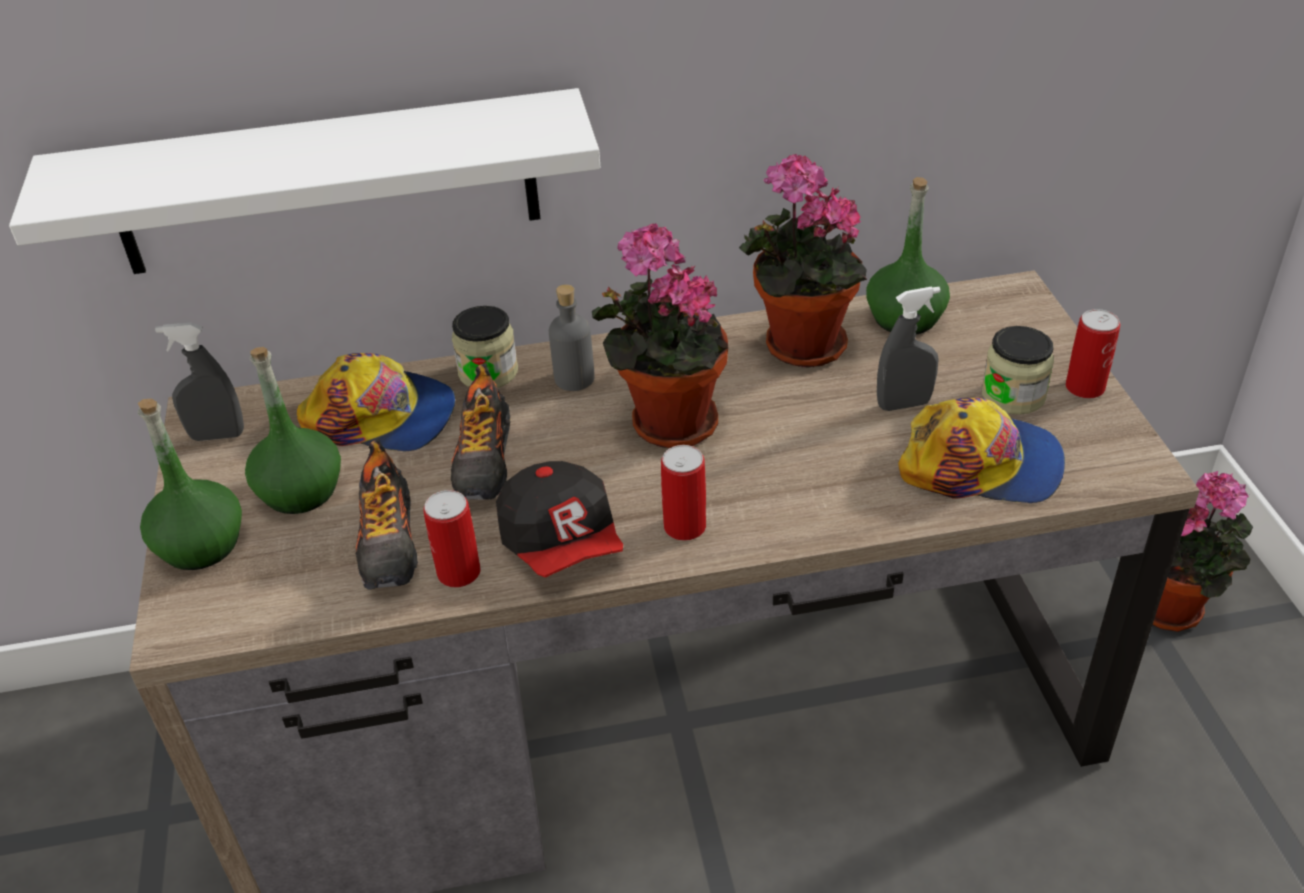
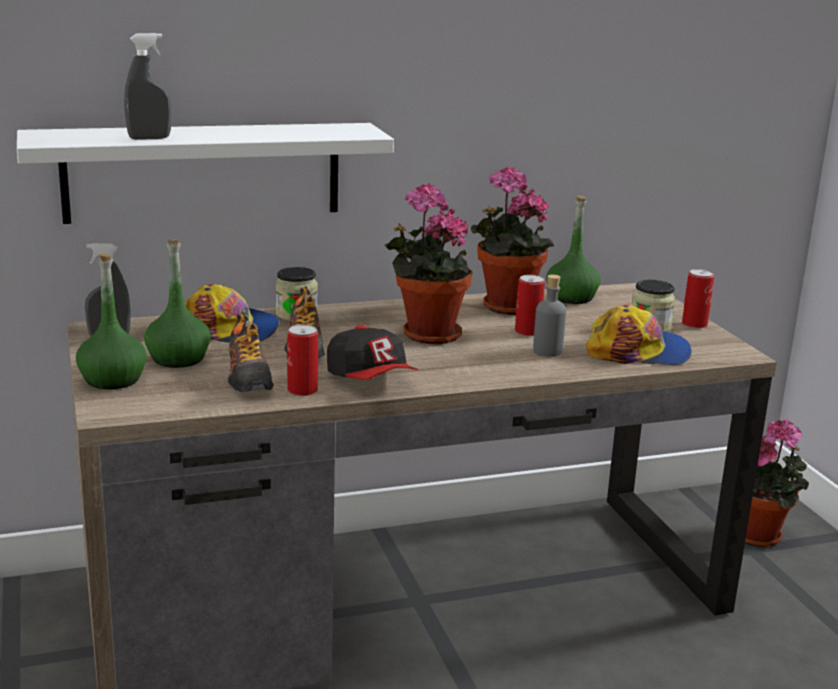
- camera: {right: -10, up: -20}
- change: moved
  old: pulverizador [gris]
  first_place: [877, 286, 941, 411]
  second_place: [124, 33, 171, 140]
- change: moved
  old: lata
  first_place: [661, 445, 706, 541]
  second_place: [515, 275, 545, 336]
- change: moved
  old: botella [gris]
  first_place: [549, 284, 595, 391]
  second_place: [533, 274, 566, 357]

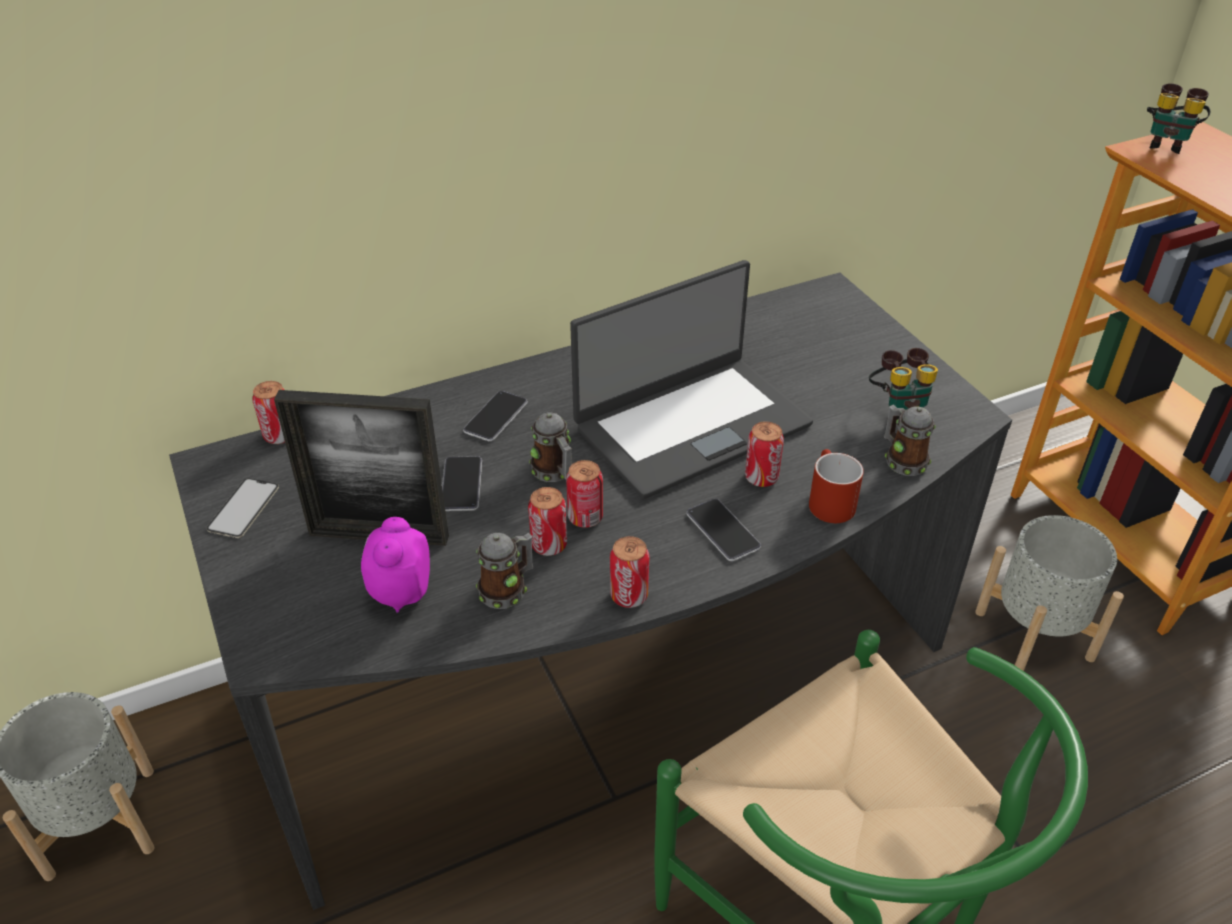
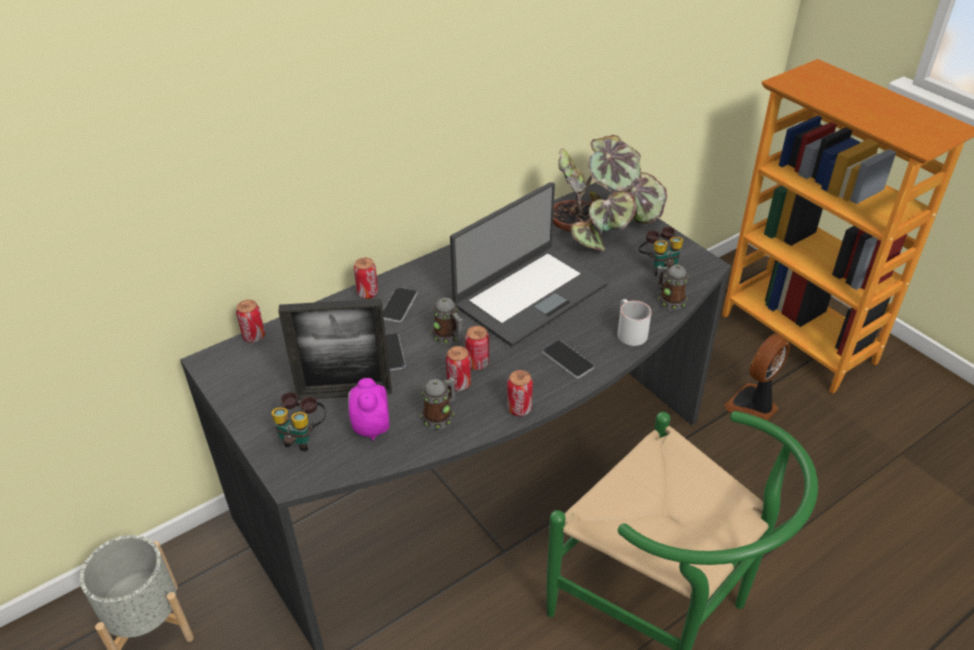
- camera: {right: -10, up: 0}
- change: moved
  old: prismáticos
  first_place: [1147, 83, 1210, 154]
  second_place: [271, 392, 326, 451]
- change: moved
  old: lata
  first_place: [745, 421, 784, 487]
  second_place: [354, 258, 378, 299]
- change: added
  new: planta en maceta
  second_place: [553, 135, 667, 251]
- change: recoloured
  old: taza grande [rojo]
  new: taza grande [blanco]
  first_place: [809, 449, 864, 523]
  second_place: [617, 299, 652, 346]
- change: replaced
  old: maceta [gris]
  new: ventilador
  first_place: [975, 515, 1124, 671]
  second_place: [724, 334, 790, 420]
- change: removed
  old: móvil
  first_place: [206, 478, 279, 538]

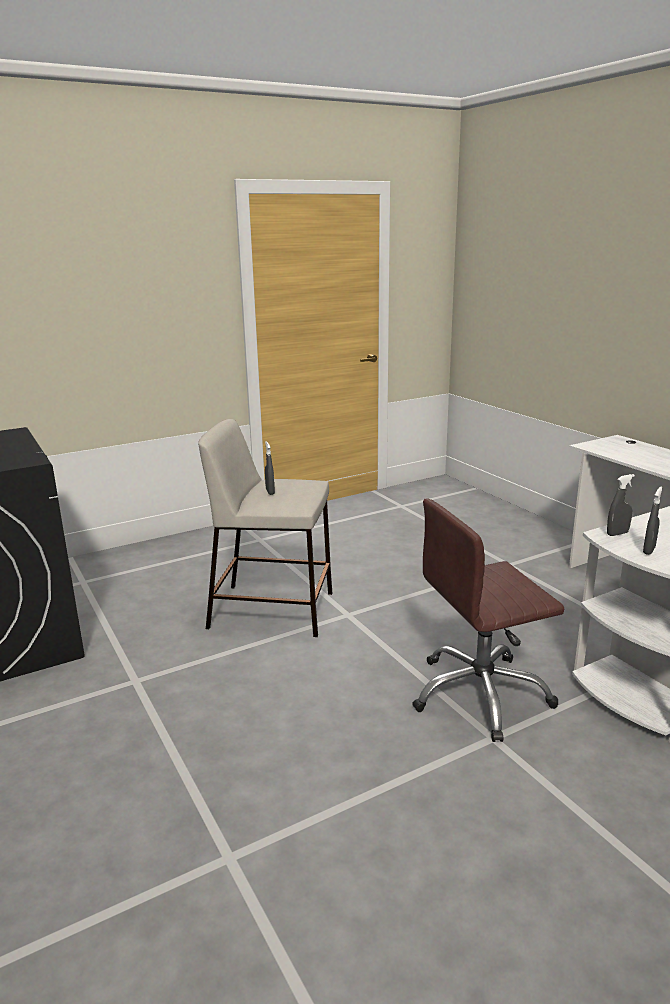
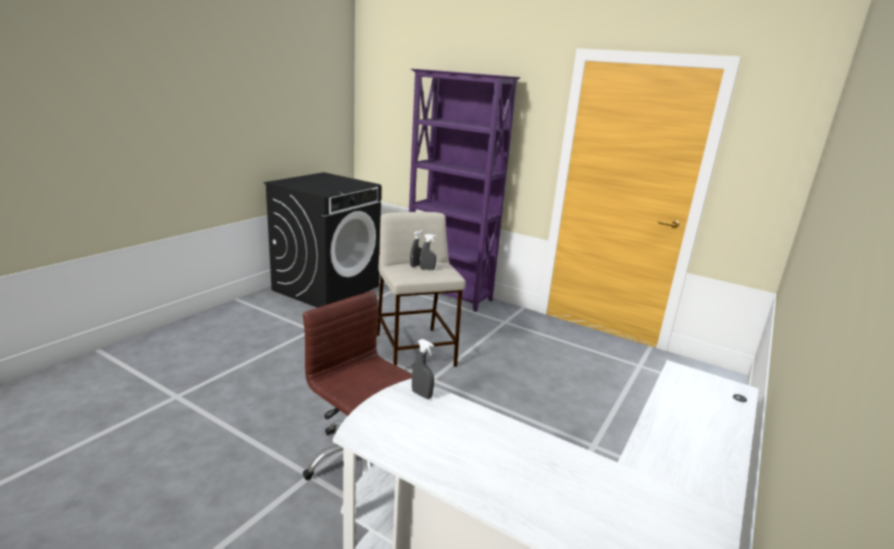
- camera: {right: 60, up: 0}
- change: added
  new: estantería [morado]
  second_place: [409, 69, 521, 312]
- change: moved
  old: pulverizador [gris]
  first_place: [643, 486, 662, 555]
  second_place: [420, 234, 436, 270]

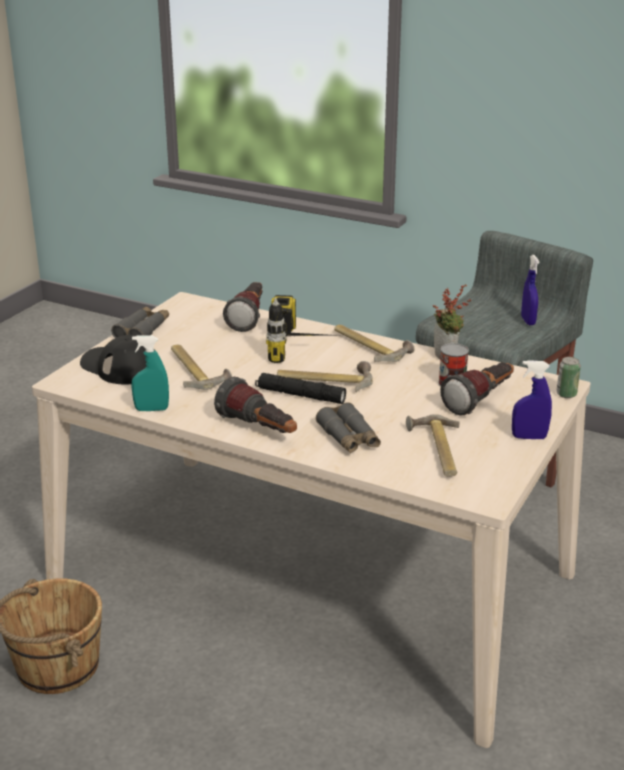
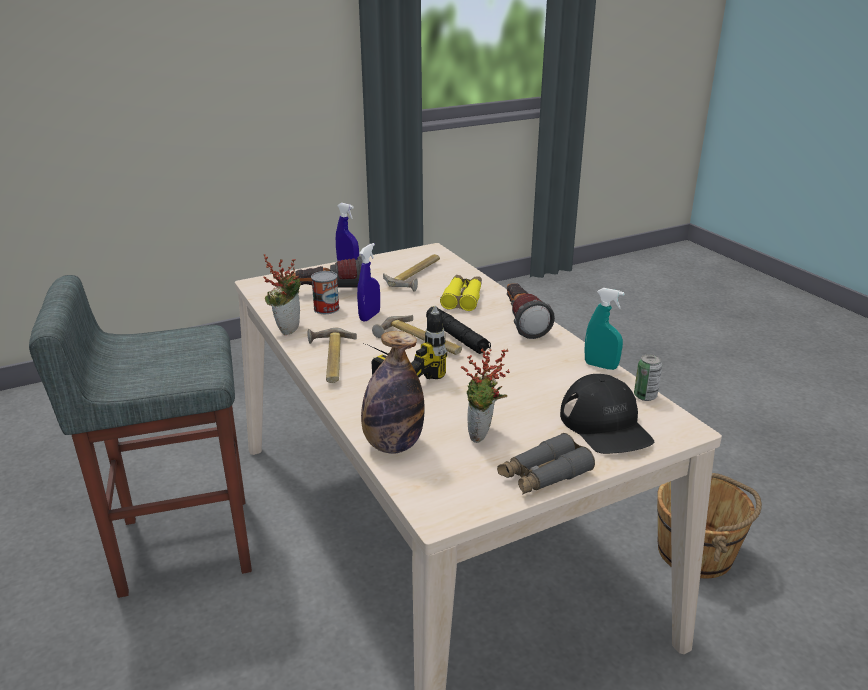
- camera: {right: -145, up: 0}
- change: moved
  old: pulverizador [azul]
  first_place: [521, 255, 540, 325]
  second_place: [357, 243, 380, 322]
- change: replaced
  old: linterna
  new: botella
  first_place: [223, 282, 263, 332]
  second_place: [361, 331, 425, 454]
- change: recoloured
  old: prismáticos [gris]
  new: prismáticos [amarillo]
  first_place: [316, 402, 381, 453]
  second_place: [440, 275, 482, 311]
- change: added
  new: planta en maceta
  second_place: [461, 348, 510, 443]
- change: moved
  old: lata
  first_place: [556, 357, 581, 398]
  second_place: [634, 354, 662, 401]
- change: removed
  old: martillo
  first_place: [171, 344, 232, 390]

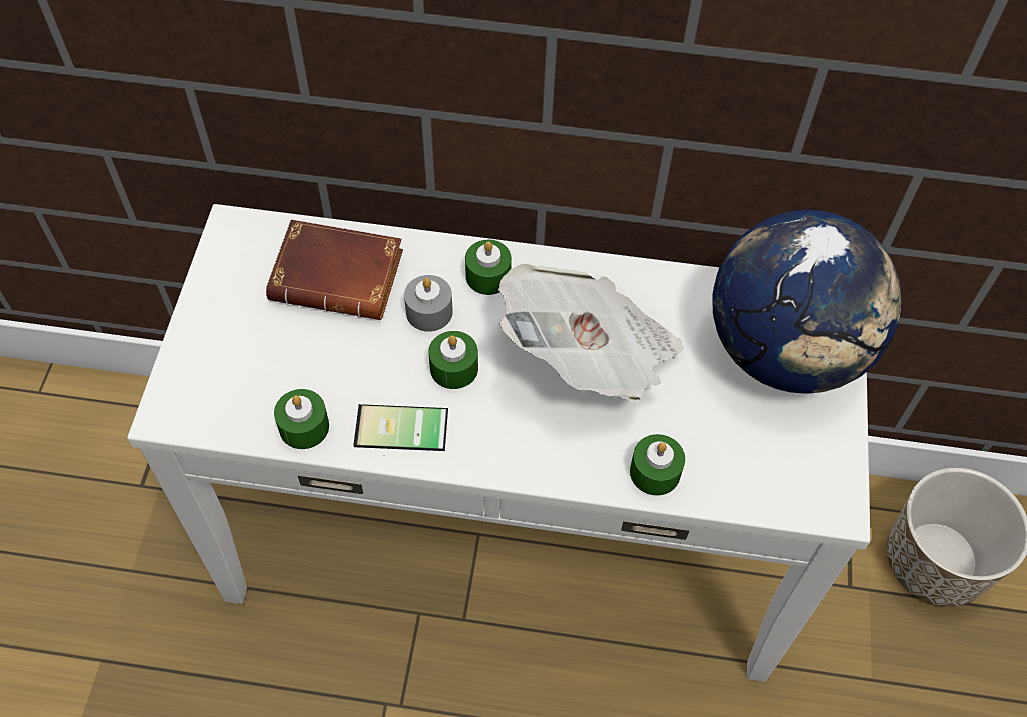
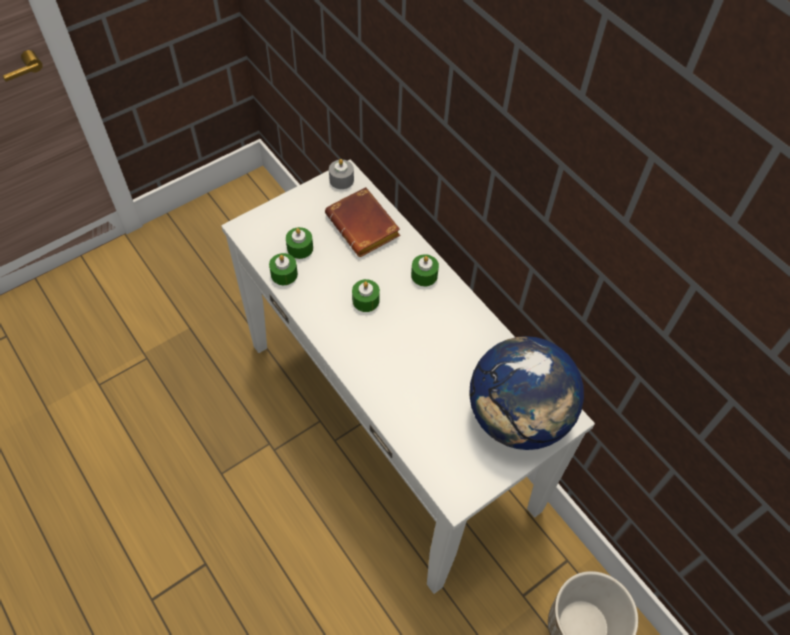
- camera: {right: 45, up: 0}
- change: moved
  old: vela [verde]
  first_place: [630, 434, 685, 496]
  second_place: [286, 227, 313, 259]
- change: moved
  old: vela [gris]
  first_place: [404, 275, 453, 332]
  second_place: [329, 159, 354, 189]
- change: removed
  old: móvil
  first_place: [353, 404, 448, 451]
- change: removed
  old: periódico
  first_place: [498, 264, 684, 401]

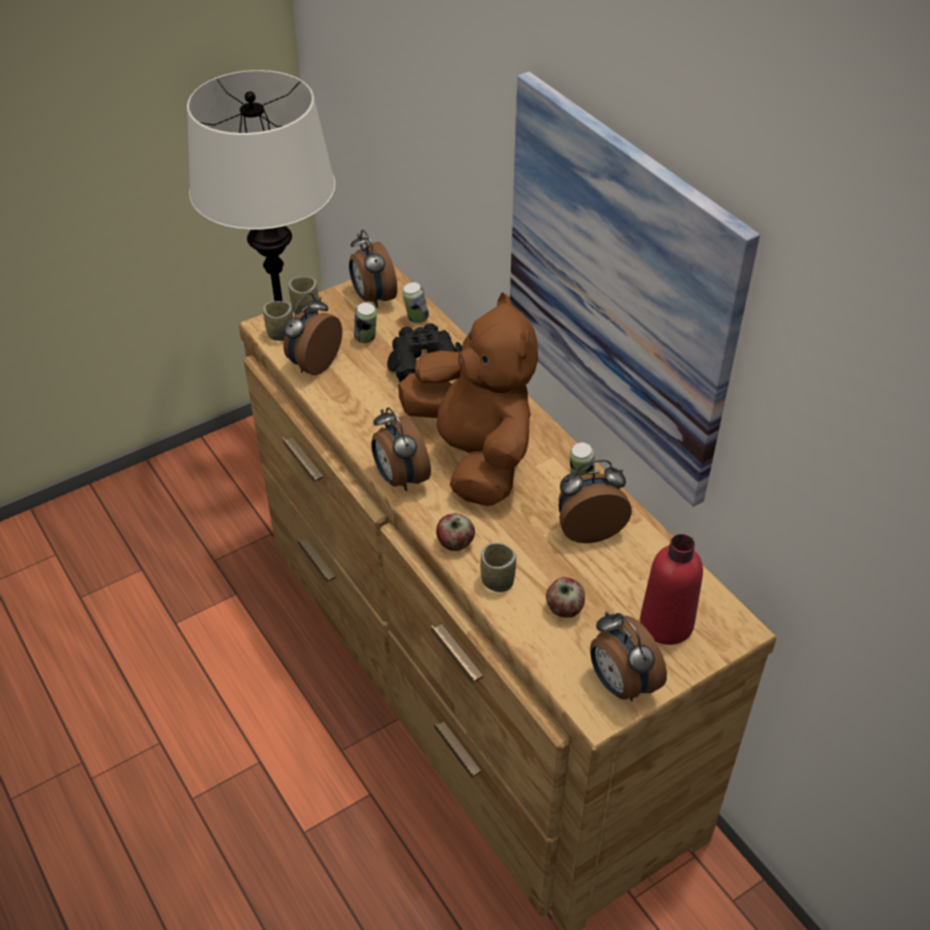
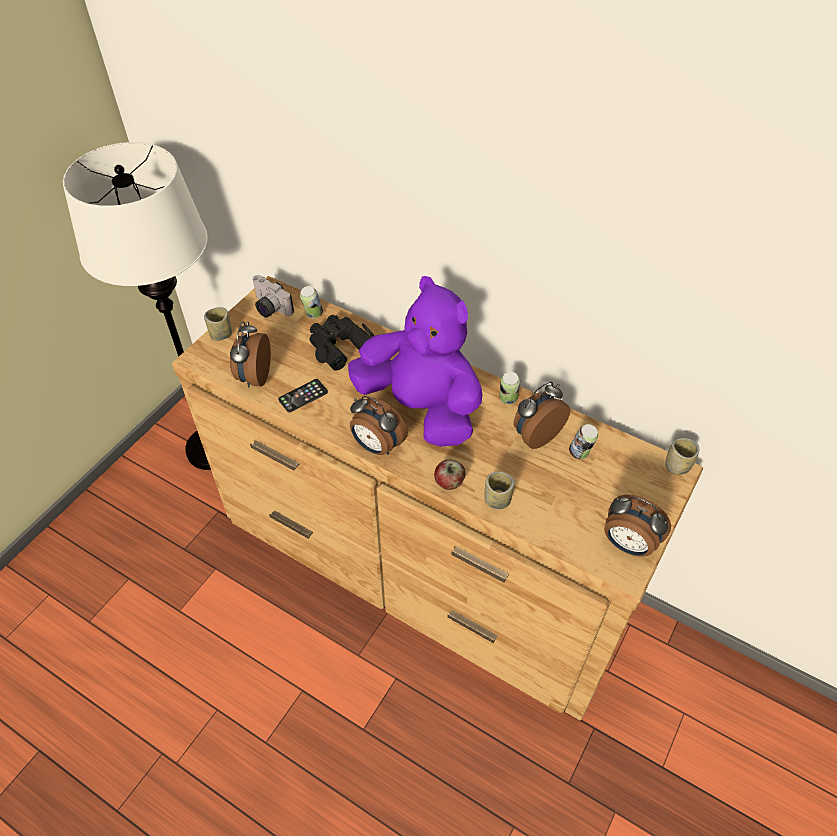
- camera: {right: -25, up: 5}
- change: replaced
  old: despertador
  new: cámara
  first_place: [349, 230, 397, 308]
  second_place: [252, 275, 294, 318]
- change: added
  new: móvil
  second_place: [278, 379, 328, 413]
- change: recoloured
  old: peluche [marrón]
  new: peluche [morado]
  first_place: [398, 292, 538, 506]
  second_place: [348, 276, 482, 447]
- change: moved
  old: lata
  first_place: [354, 302, 377, 343]
  second_place: [569, 424, 598, 459]
- change: moved
  old: taza
  first_place: [263, 301, 293, 341]
  second_place: [665, 438, 699, 475]
- change: removed
  old: cuadro
  first_place: [510, 72, 760, 507]
- change: removed
  old: manzana
  first_place: [546, 577, 585, 618]
- change: removed
  old: botella [rojo]
  first_place: [640, 534, 703, 645]

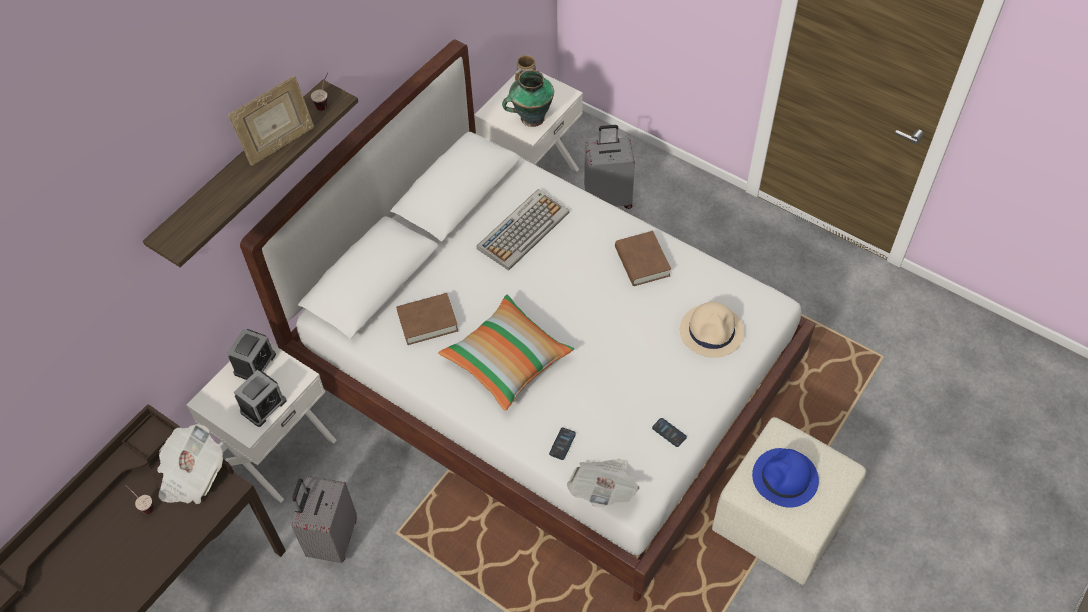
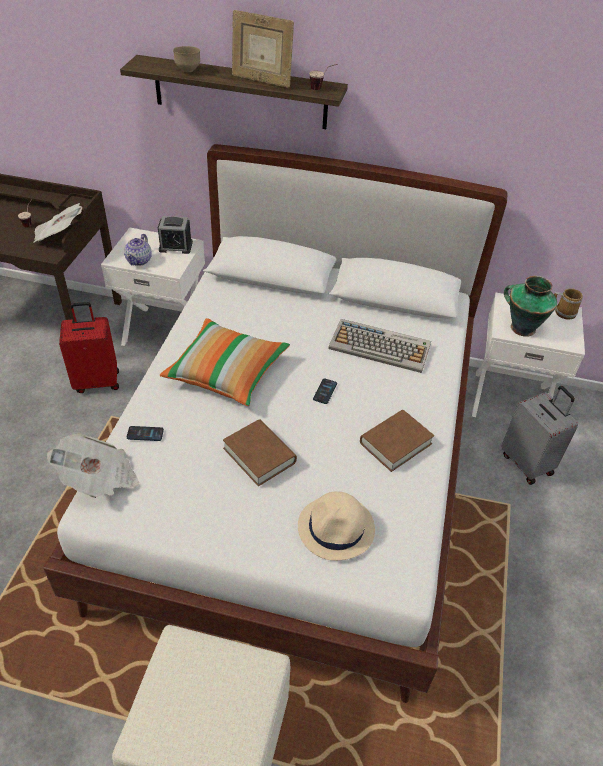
- camera: {right: 65, up: -10}
- change: recoloured
  old: maleta [gris]
  new: maleta [rojo]
  first_place: [291, 476, 357, 563]
  second_place: [59, 302, 119, 393]
- change: replaced
  old: despertador
  new: tetera
  first_place: [234, 370, 287, 427]
  second_place: [124, 234, 152, 266]
- change: added
  new: cuenco [marrón]
  second_place: [173, 46, 200, 72]
- change: moved
  old: libro [marrón]
  first_place: [396, 293, 458, 345]
  second_place: [223, 419, 297, 486]
- change: moved
  old: móvil
  first_place: [652, 418, 687, 447]
  second_place: [313, 379, 337, 404]
- change: removed
  old: sombrero [azul]
  first_place: [752, 448, 819, 508]

